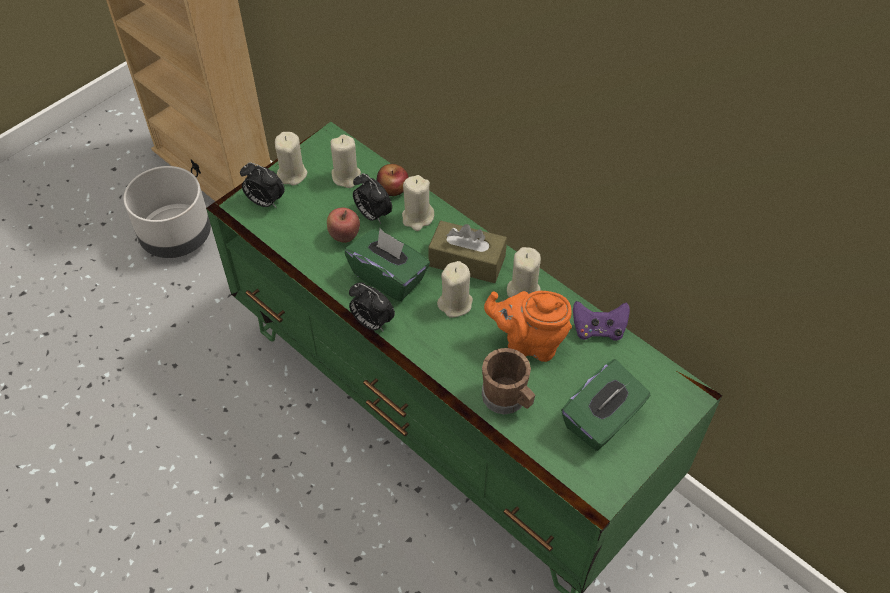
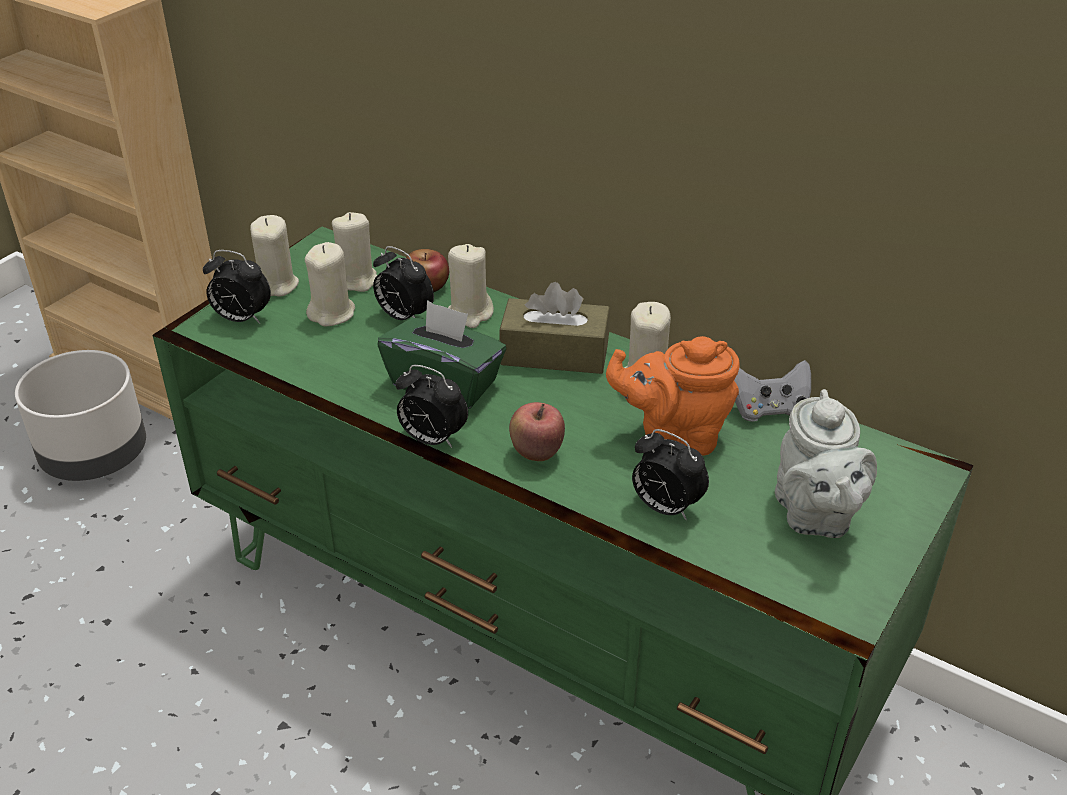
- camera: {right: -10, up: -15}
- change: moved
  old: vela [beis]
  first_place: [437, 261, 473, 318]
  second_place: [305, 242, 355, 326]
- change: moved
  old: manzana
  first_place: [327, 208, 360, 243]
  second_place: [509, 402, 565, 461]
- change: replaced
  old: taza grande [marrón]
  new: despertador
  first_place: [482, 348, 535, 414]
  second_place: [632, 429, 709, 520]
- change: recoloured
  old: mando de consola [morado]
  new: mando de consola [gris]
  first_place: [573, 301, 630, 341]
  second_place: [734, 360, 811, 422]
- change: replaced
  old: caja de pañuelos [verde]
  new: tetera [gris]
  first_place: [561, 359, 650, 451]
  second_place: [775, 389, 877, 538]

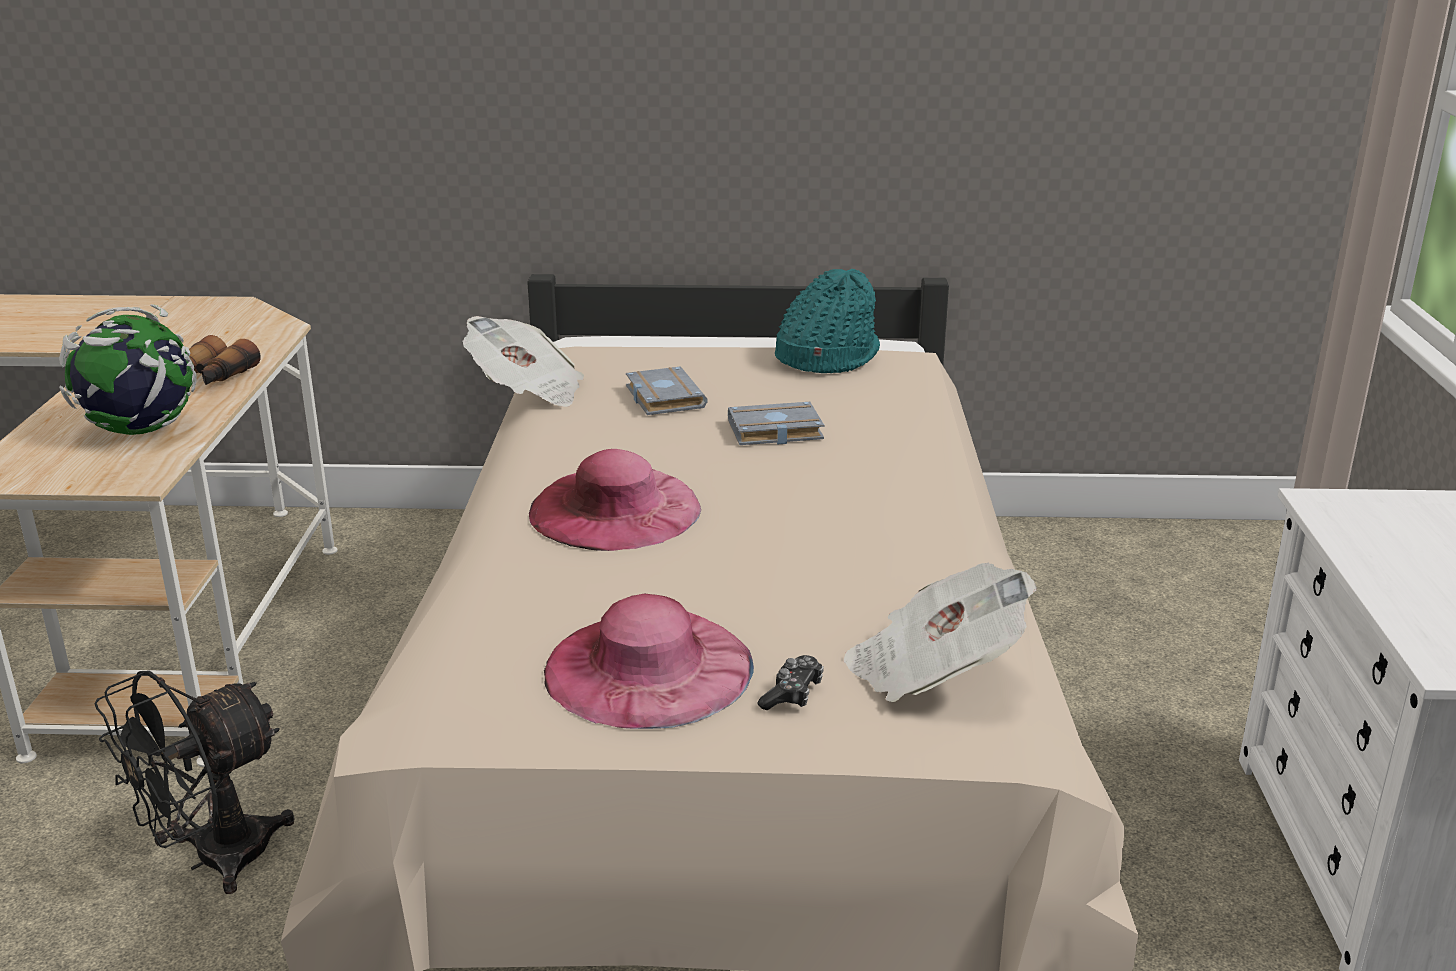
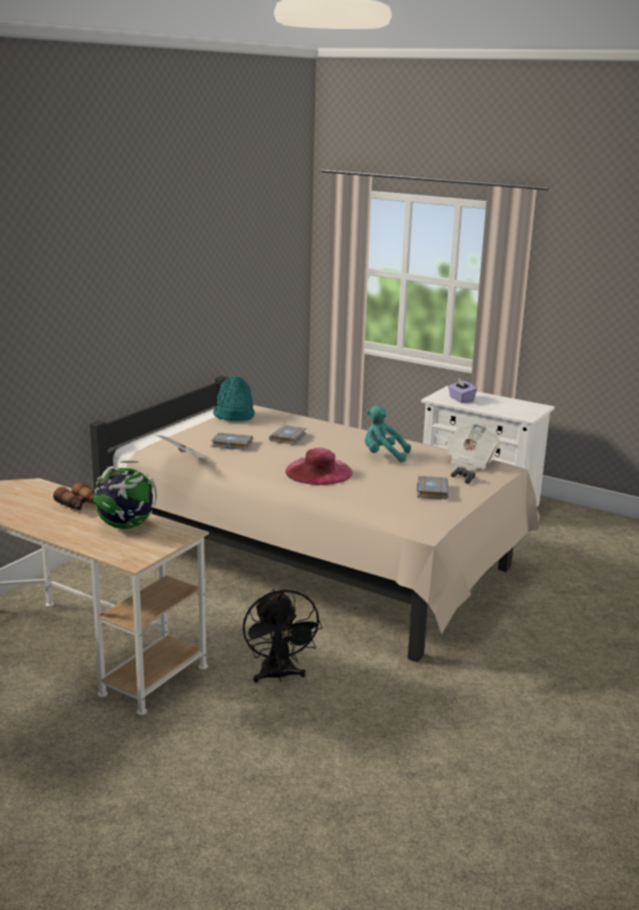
- camera: {right: -60, up: -5}
- change: added
  new: peluche [turquesa]
  second_place: [365, 406, 411, 462]
- change: replaced
  old: sombrero [rosa]
  new: libro [gris]
  first_place: [544, 594, 754, 729]
  second_place: [417, 476, 449, 499]
- change: added
  new: caja de pañuelos [morado]
  second_place: [448, 378, 477, 403]

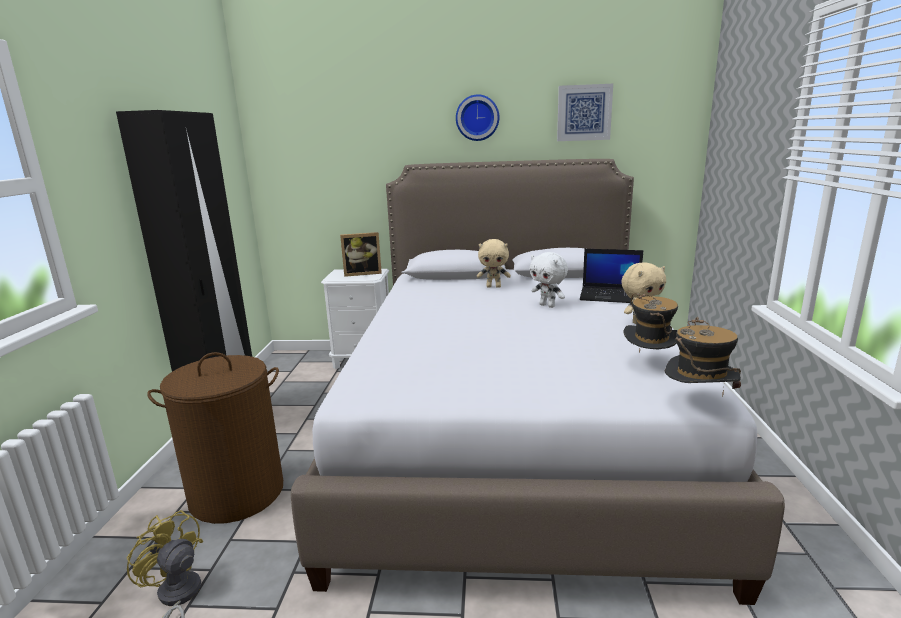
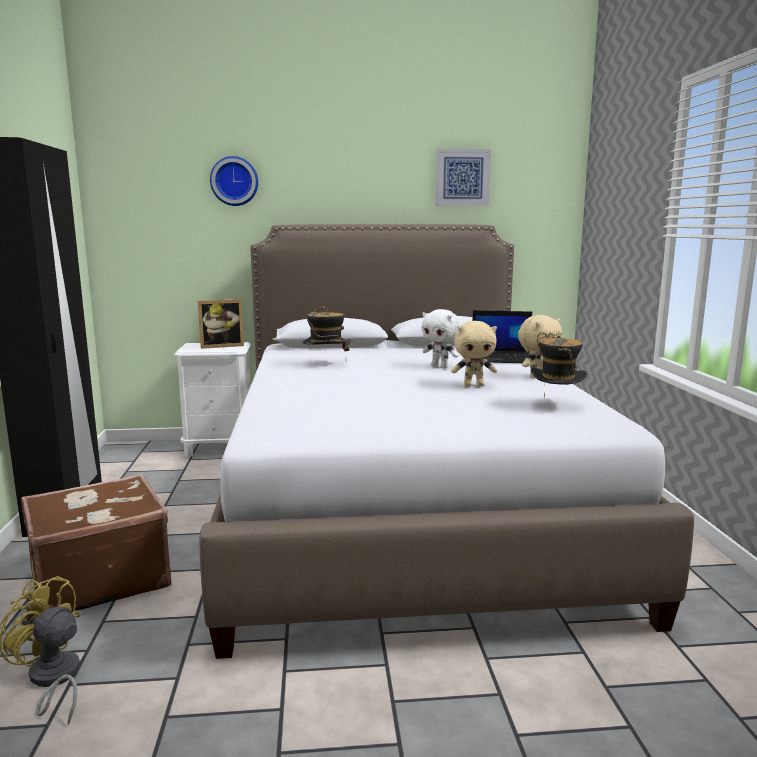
- camera: {right: -10, up: -5}
- change: replaced
  old: cesto de la ropa [marrón]
  new: maleta [marrón]
  first_place: [147, 352, 283, 524]
  second_place: [21, 474, 171, 612]
- change: moved
  old: reloj de pared
  first_place: [456, 94, 499, 141]
  second_place: [210, 156, 258, 206]
- change: moved
  old: sombrero
  first_place: [665, 317, 741, 397]
  second_place: [303, 306, 351, 351]
- change: moved
  old: peluche [beis]
  first_place: [477, 239, 511, 288]
  second_place: [451, 321, 497, 387]

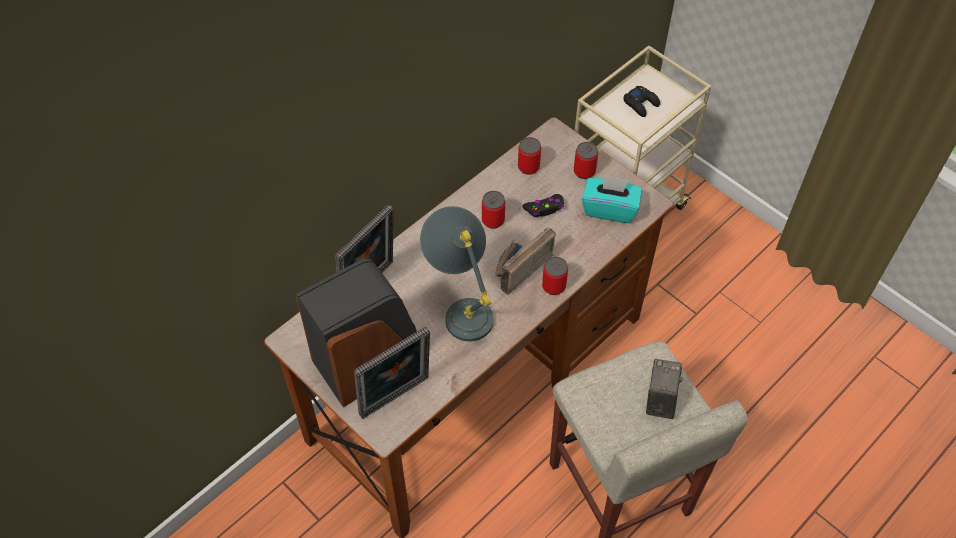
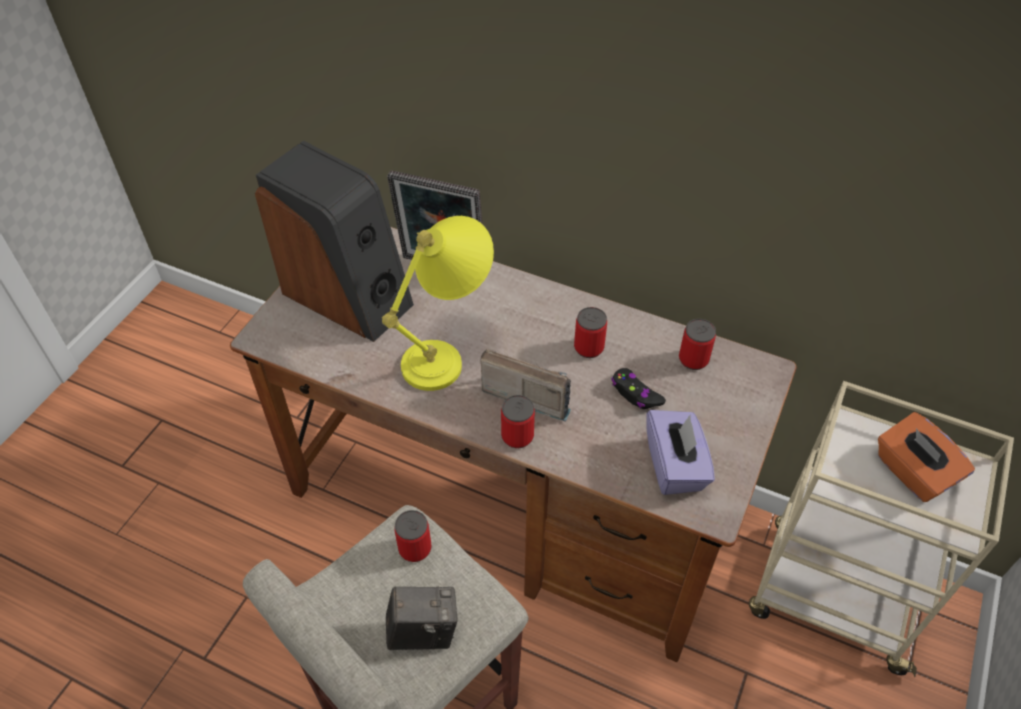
- camera: {right: 70, up: -5}
- change: recoloured
  old: lámpara de mesa [gris]
  new: lámpara de mesa [amarillo]
  first_place: [420, 206, 494, 342]
  second_place: [382, 216, 494, 391]
- change: moved
  old: lata
  first_place: [574, 142, 598, 179]
  second_place: [394, 510, 431, 562]
- change: recoloured
  old: caja de pañuelos [turquesa]
  new: caja de pañuelos [morado]
  first_place: [582, 175, 642, 223]
  second_place: [646, 410, 715, 495]
- change: replaced
  old: mando de consola [negro]
  new: caja de pañuelos [naranja]
  first_place: [623, 85, 660, 117]
  second_place: [878, 412, 975, 502]
- change: removed
  old: portarretratos
  first_place: [354, 327, 430, 419]

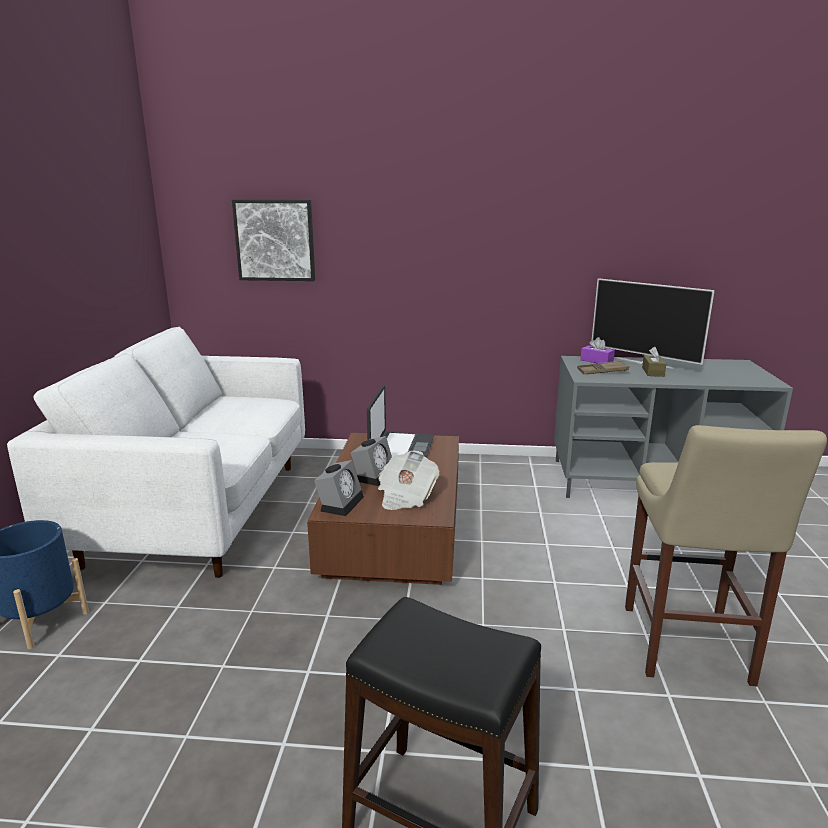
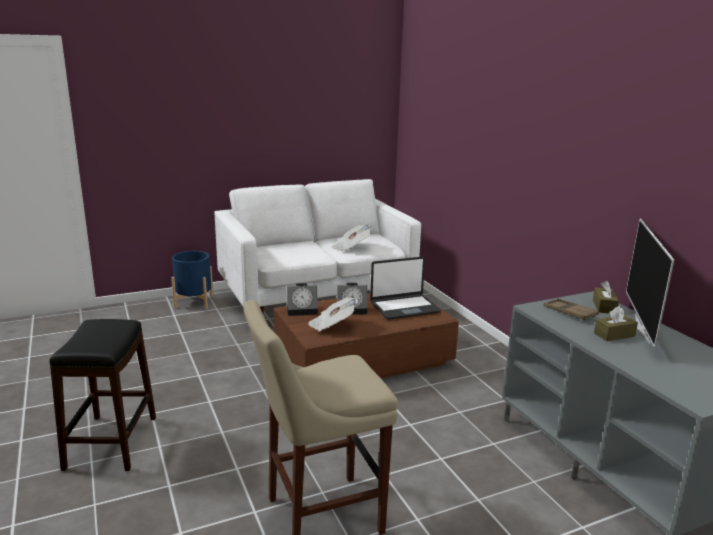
- camera: {right: 60, up: 0}
- change: added
  new: periódico
  second_place: [332, 224, 371, 251]
- change: recoloured
  old: caja de pañuelos [morado]
  new: caja de pañuelos [marrón]
  first_place: [580, 337, 615, 363]
  second_place: [593, 281, 619, 314]
- change: removed
  old: cuadro
  first_place: [232, 200, 315, 281]

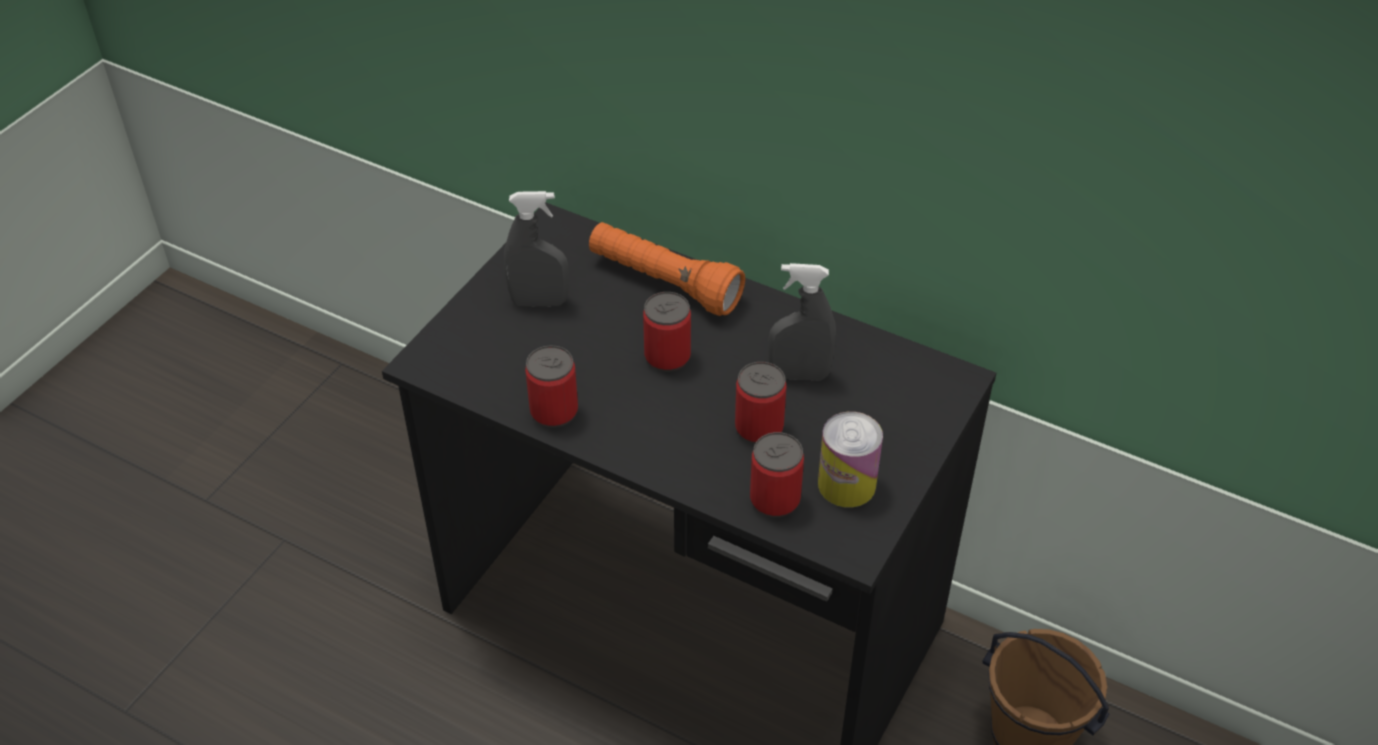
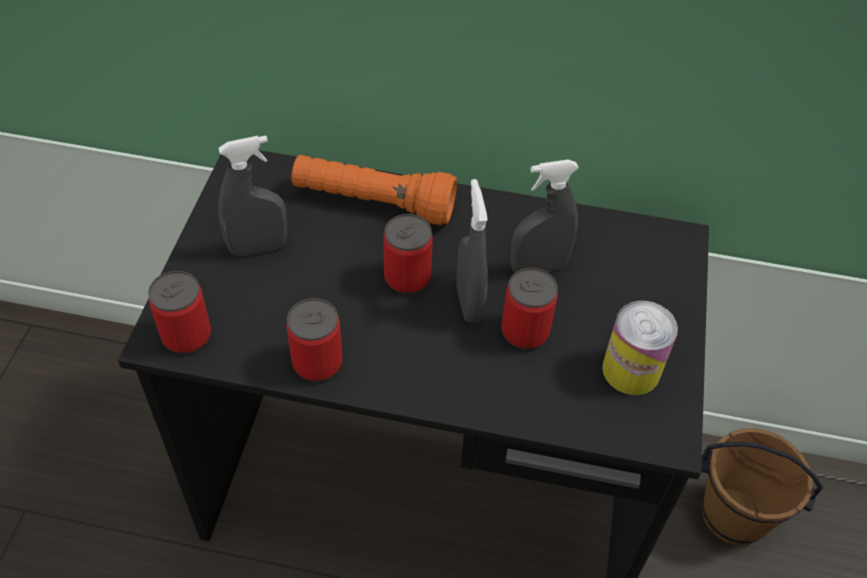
- camera: {right: -20, up: 5}
- change: moved
  old: lata
  first_place: [750, 432, 804, 518]
  second_place: [148, 271, 211, 354]
- change: added
  new: pulverizador [gris]
  second_place: [456, 179, 488, 323]

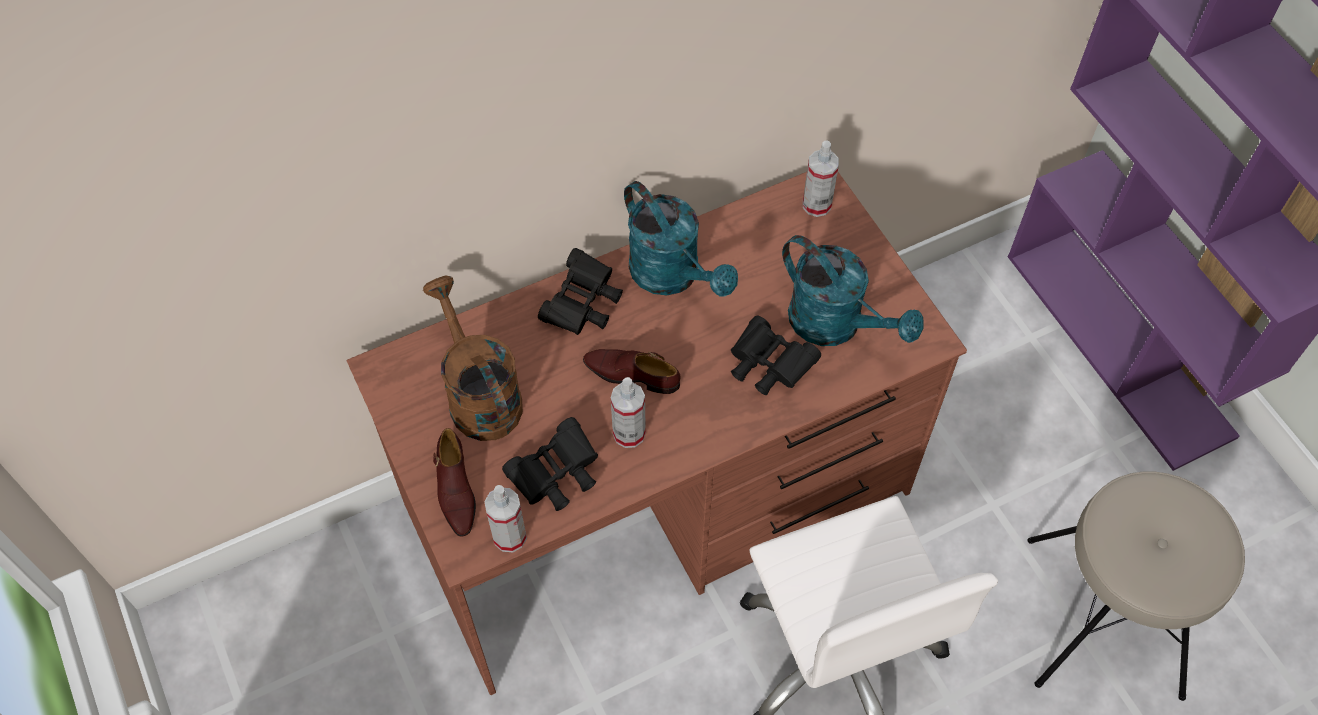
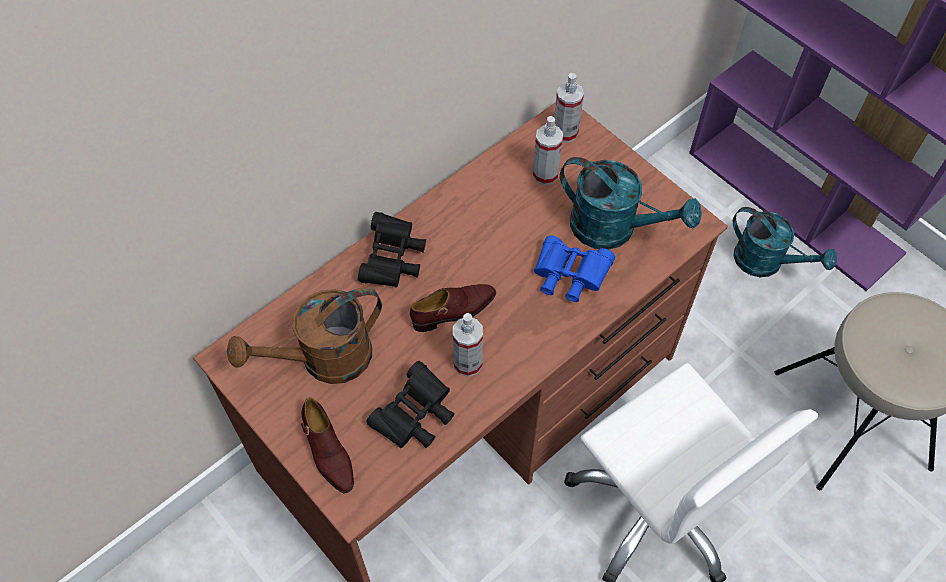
- camera: {right: -15, up: 0}
- change: turned
  old: regadera [marrón]
  first_place: [423, 276, 523, 441]
  second_place: [227, 287, 382, 384]
  degrees: -75
- change: turned
  old: zapato [marrón]
  first_place: [583, 349, 680, 394]
  second_place: [410, 284, 496, 332]
  degrees: 150
- change: moved
  old: pulverizador
  first_place: [485, 485, 527, 552]
  second_place: [533, 116, 563, 185]
- change: recoloured
  old: prismáticos [negro]
  new: prismáticos [azul]
  first_place: [731, 316, 821, 395]
  second_place: [534, 235, 615, 302]
- change: moved
  old: regadera [turquesa]
  first_place: [624, 181, 738, 296]
  second_place: [733, 207, 837, 277]

